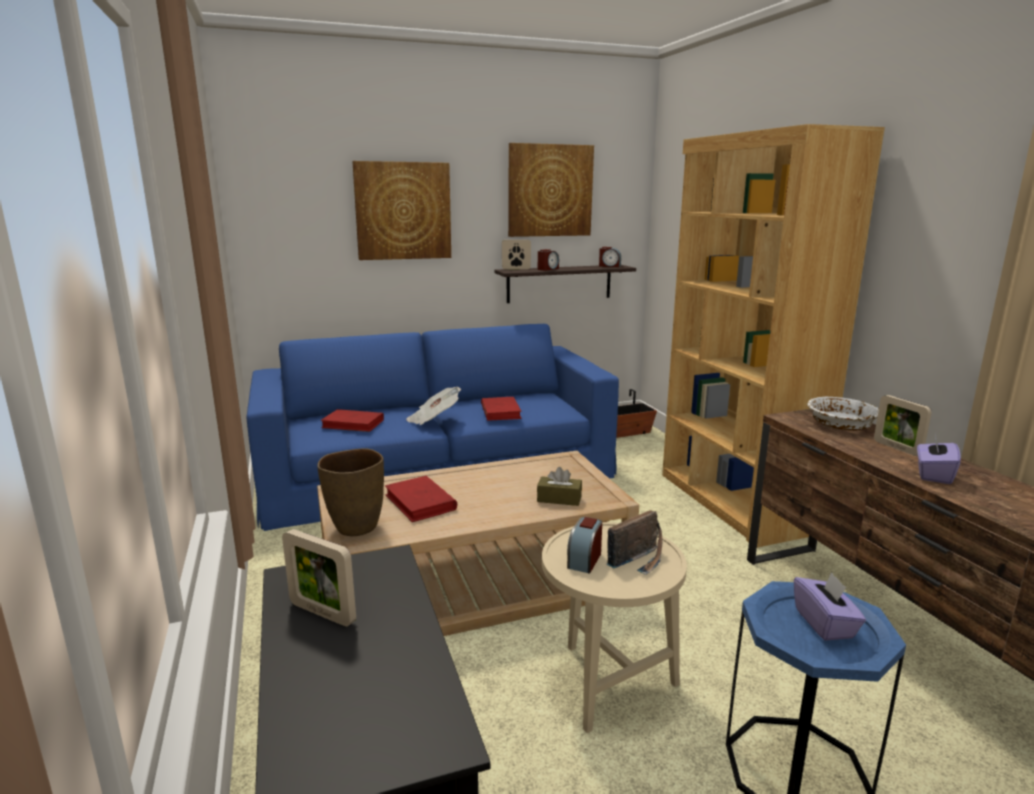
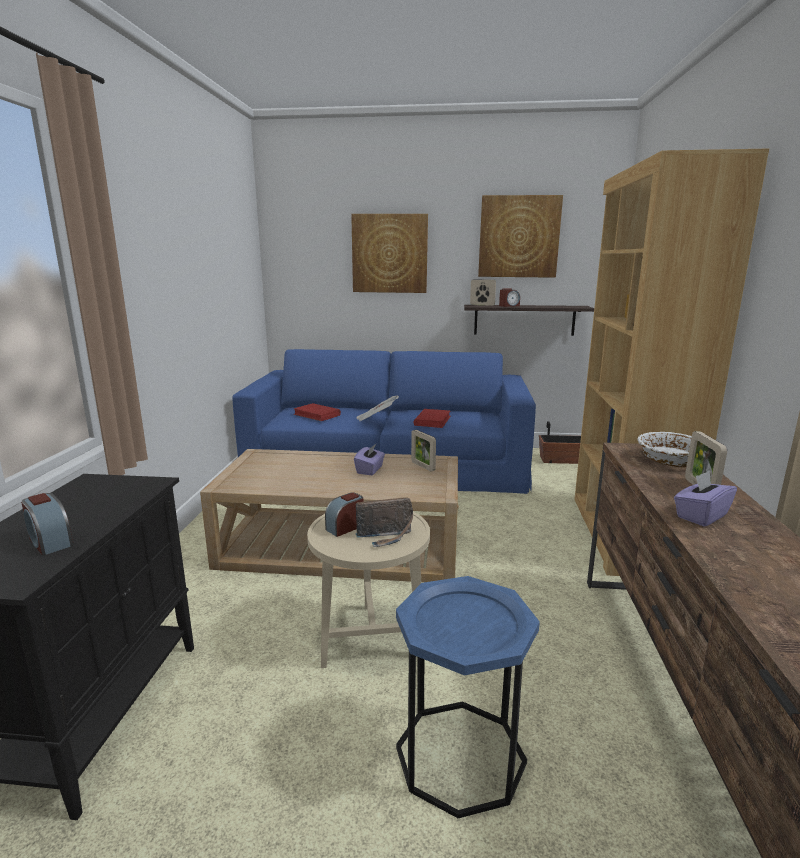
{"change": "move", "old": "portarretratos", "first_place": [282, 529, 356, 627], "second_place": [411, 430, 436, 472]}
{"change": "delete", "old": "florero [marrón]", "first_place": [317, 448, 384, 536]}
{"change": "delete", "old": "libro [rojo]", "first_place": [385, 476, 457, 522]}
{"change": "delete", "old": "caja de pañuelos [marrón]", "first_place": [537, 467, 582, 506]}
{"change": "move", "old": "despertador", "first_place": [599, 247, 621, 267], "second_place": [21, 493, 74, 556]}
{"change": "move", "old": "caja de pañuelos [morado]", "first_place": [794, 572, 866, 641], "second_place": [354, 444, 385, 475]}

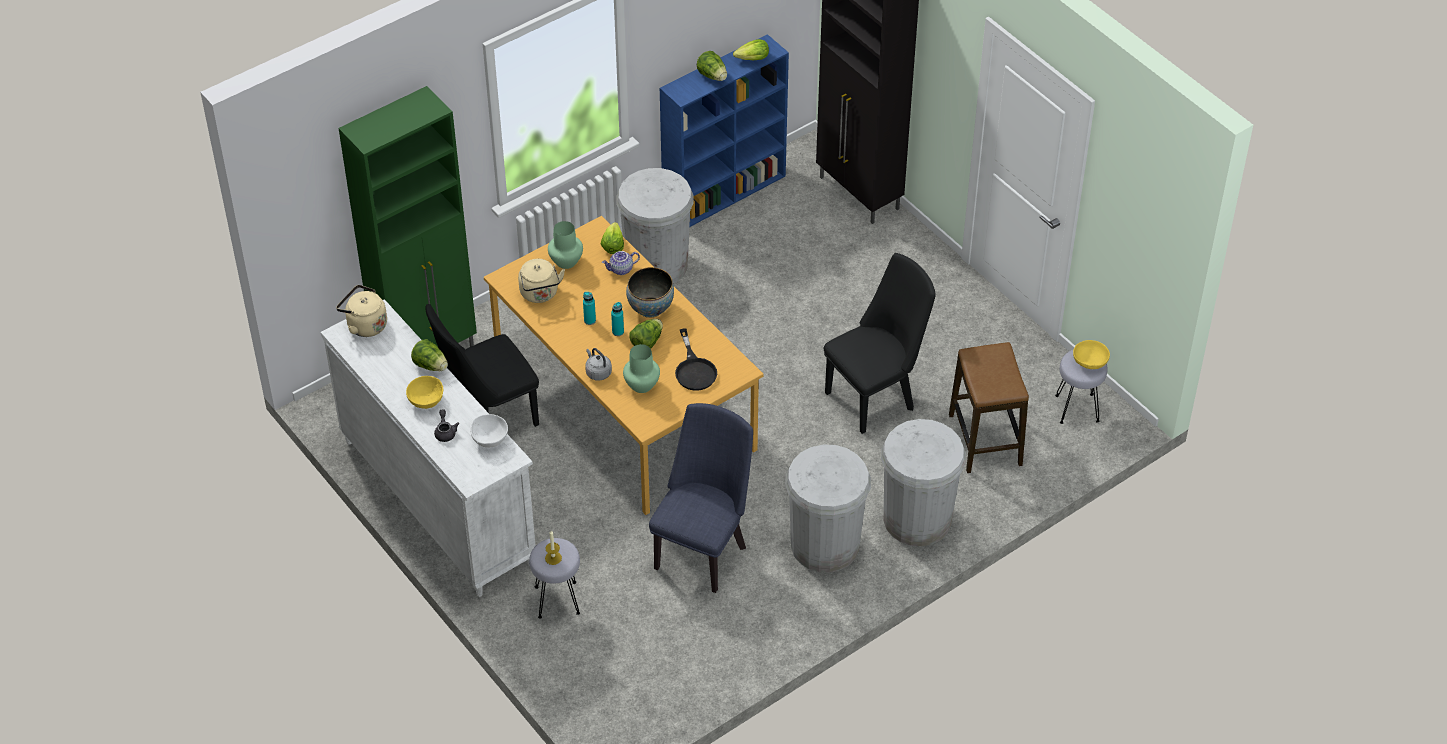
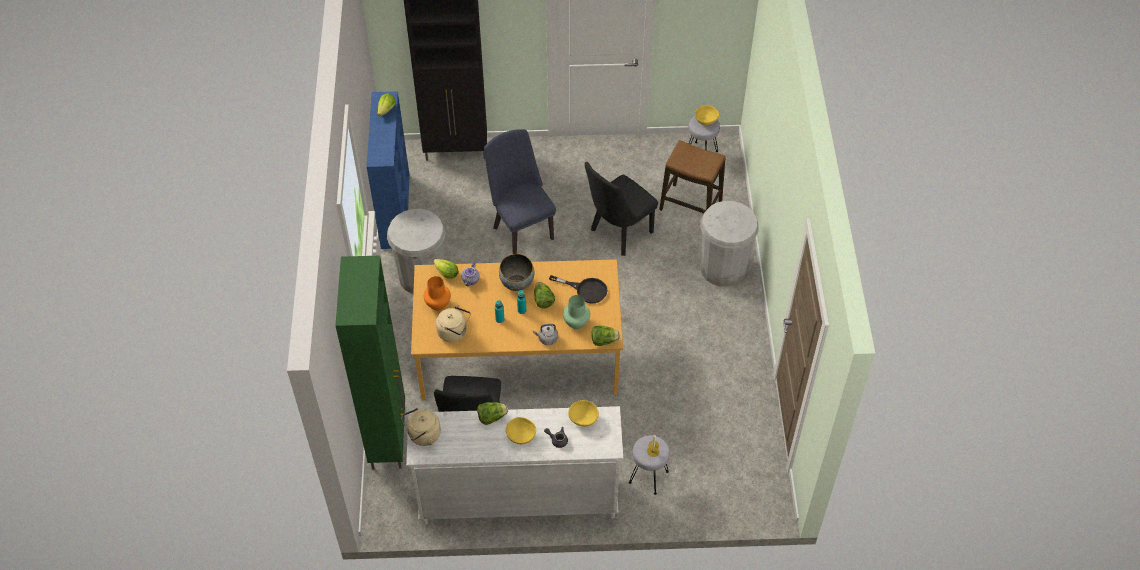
{"change": "recolor", "old": "cuenco [blanco]", "new": "cuenco [amarillo]", "first_place": [470, 414, 508, 448], "second_place": [568, 400, 599, 427]}
{"change": "recolor", "old": "florero [verde]", "new": "florero [naranja]", "first_place": [548, 221, 583, 269], "second_place": [424, 276, 451, 310]}
{"change": "move", "old": "silla [azul]", "first_place": [649, 403, 753, 593], "second_place": [484, 129, 556, 254]}
{"change": "move", "old": "lechuga", "first_place": [697, 51, 727, 81], "second_place": [592, 326, 620, 346]}
{"change": "delete", "old": "papelera [blanco]", "first_place": [785, 445, 871, 572]}
{"change": "rotate", "old": "silla [negro]", "first_place": [824, 253, 936, 434], "second_place": [585, 162, 658, 256], "degrees": -135}

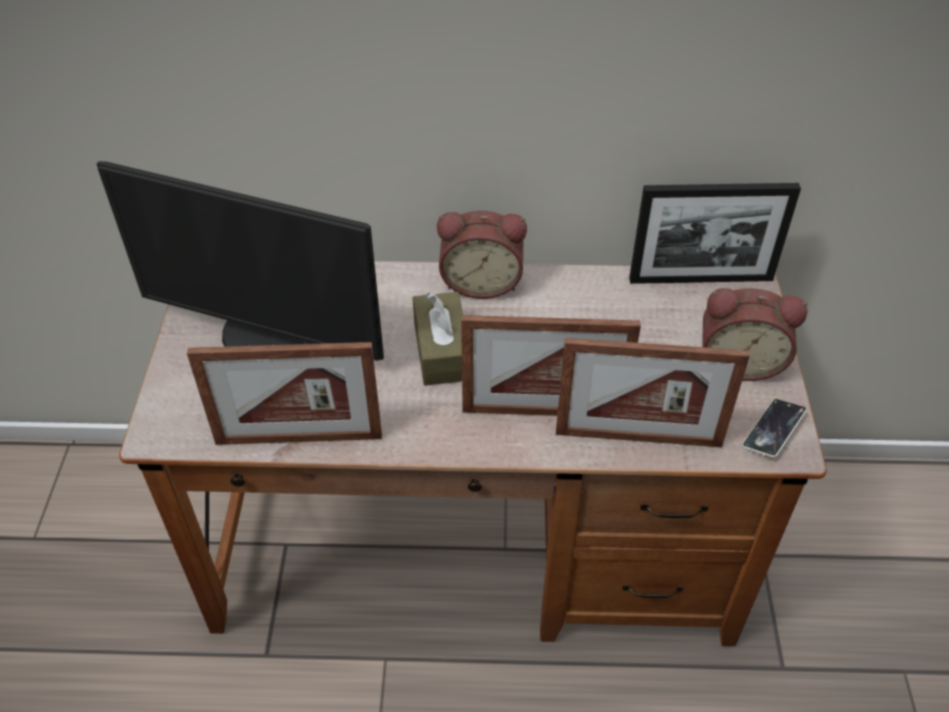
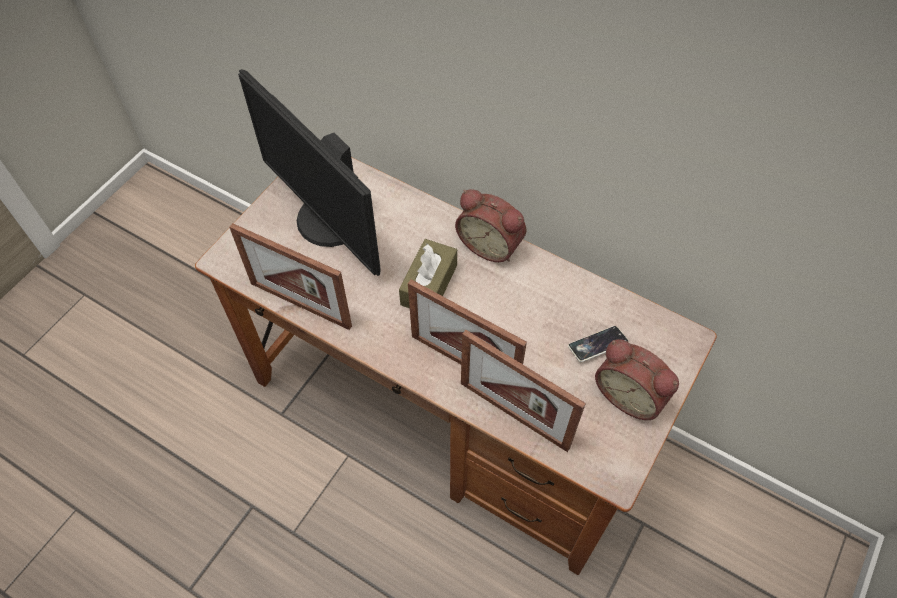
{"change": "delete", "old": "portarretratos", "first_place": [629, 183, 801, 284]}
{"change": "move", "old": "móvil", "first_place": [742, 399, 807, 458], "second_place": [568, 326, 629, 362]}

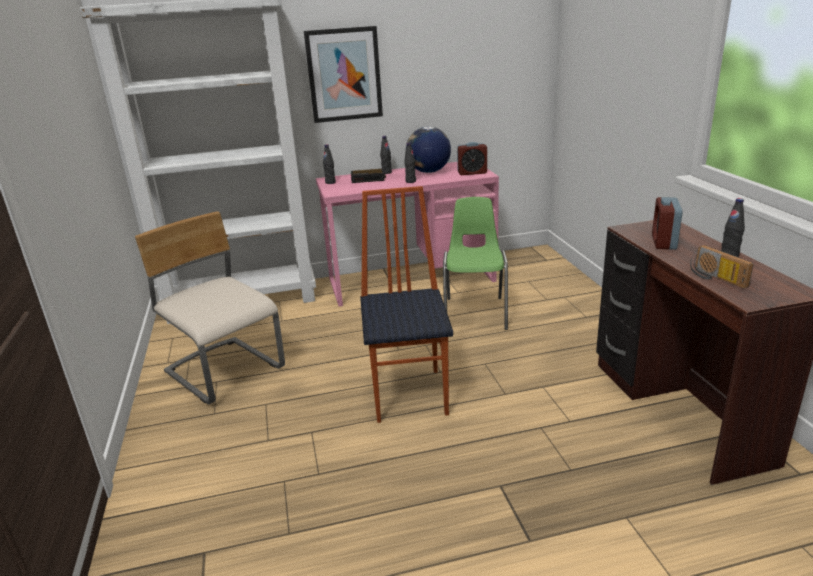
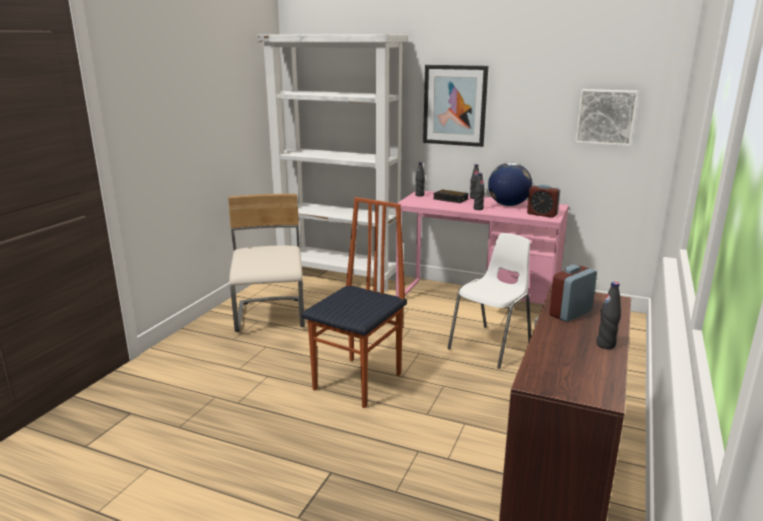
{"change": "recolor", "old": "silla [verde]", "new": "silla [blanco]", "first_place": [443, 197, 508, 330], "second_place": [448, 233, 531, 369]}
{"change": "delete", "old": "radio", "first_place": [690, 245, 754, 289]}
{"change": "insert", "new": "cuadro", "second_place": [575, 89, 639, 146]}

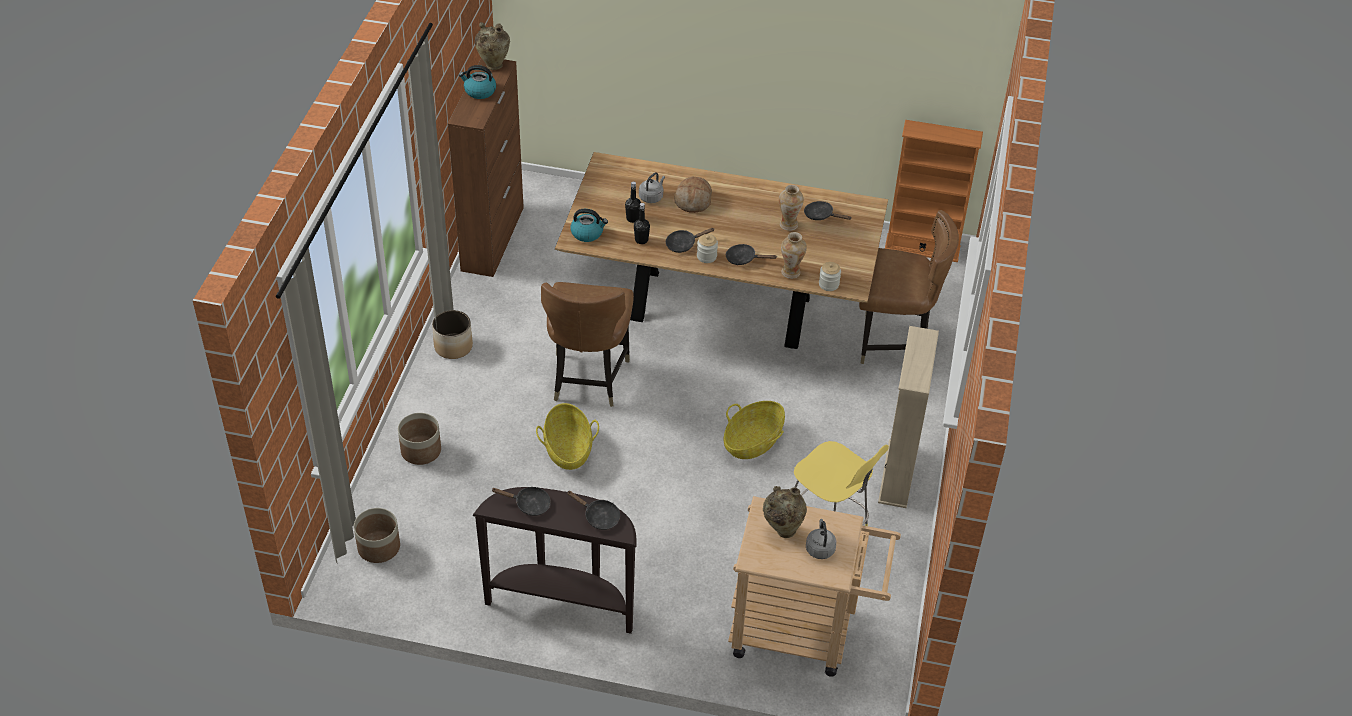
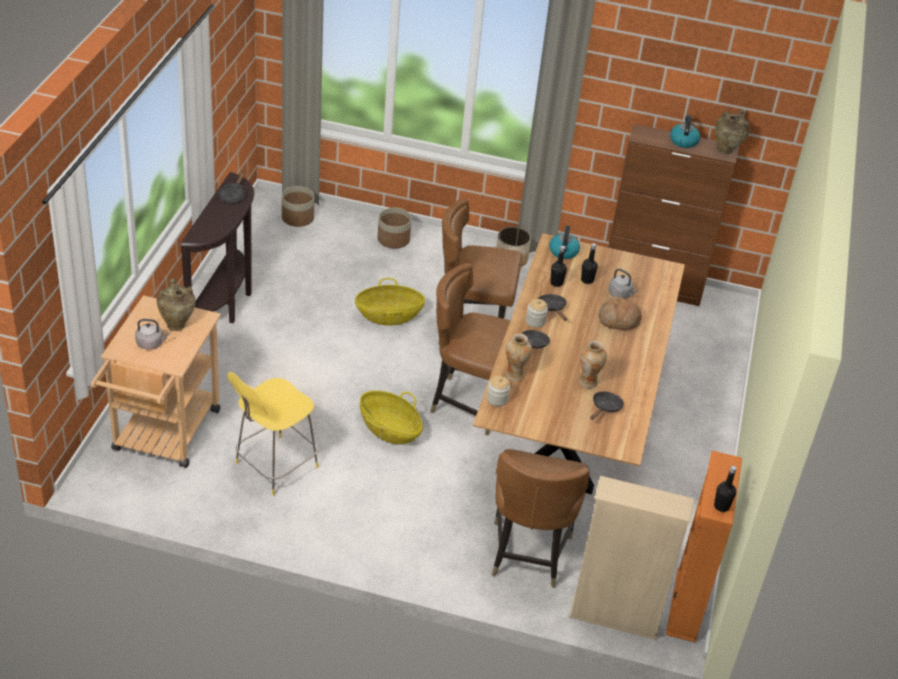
{"change": "delete", "old": "sartén [negro]", "first_place": [567, 491, 620, 530]}
{"change": "move", "old": "estantería [beis]", "first_place": [878, 326, 939, 508], "second_place": [569, 476, 694, 640]}
{"change": "insert", "new": "silla [marrón]", "second_place": [430, 263, 510, 435]}
{"change": "insert", "new": "botella [negro]", "second_place": [714, 466, 737, 512]}

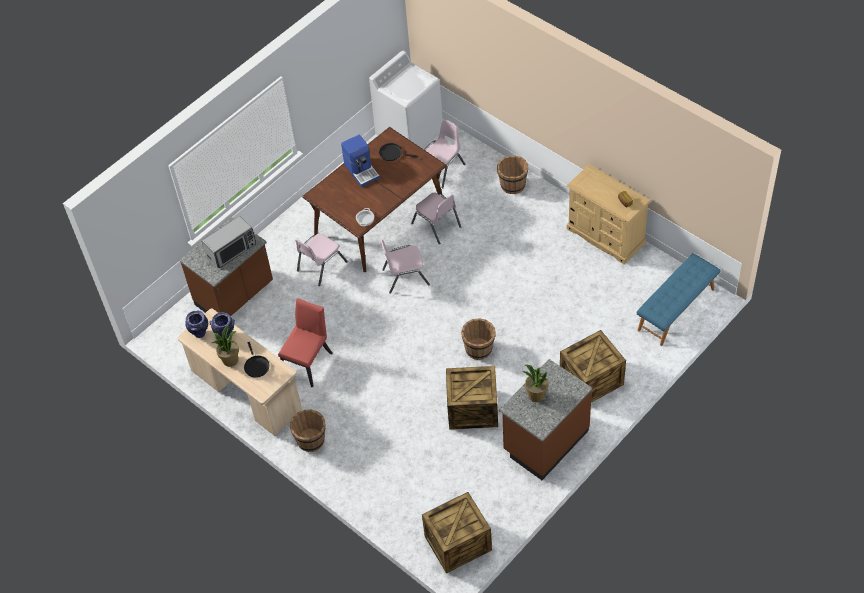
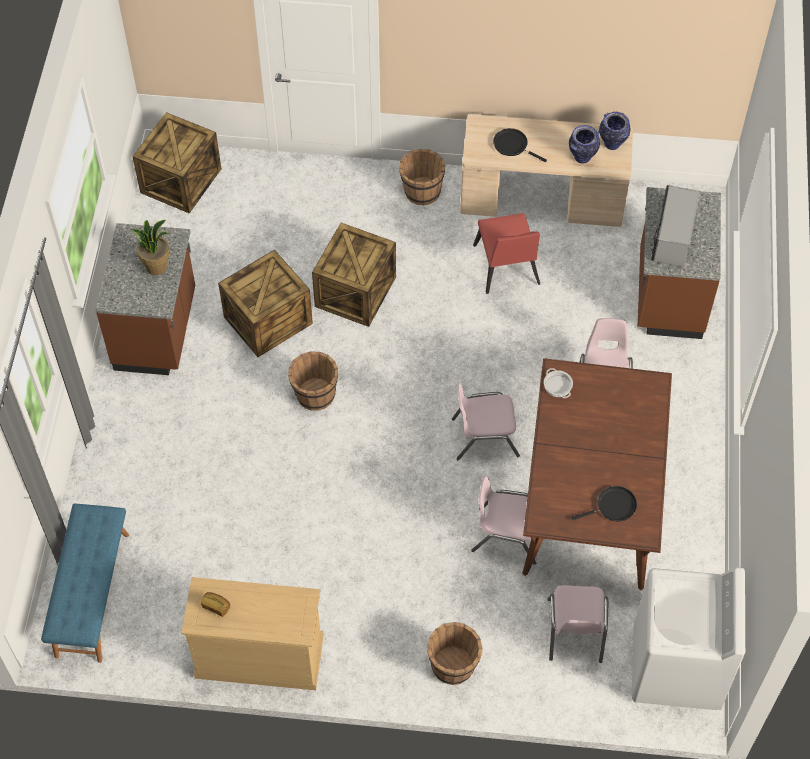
{"change": "delete", "old": "planta en maceta", "first_place": [212, 324, 239, 367]}
{"change": "delete", "old": "cafetera", "first_place": [341, 134, 380, 187]}
{"change": "rotate", "old": "silla [rosa]", "first_place": [380, 240, 430, 294], "second_place": [452, 383, 520, 460], "degrees": -135}
{"change": "move", "old": "caja de embalaje", "first_place": [560, 330, 626, 403], "second_place": [312, 223, 396, 327]}

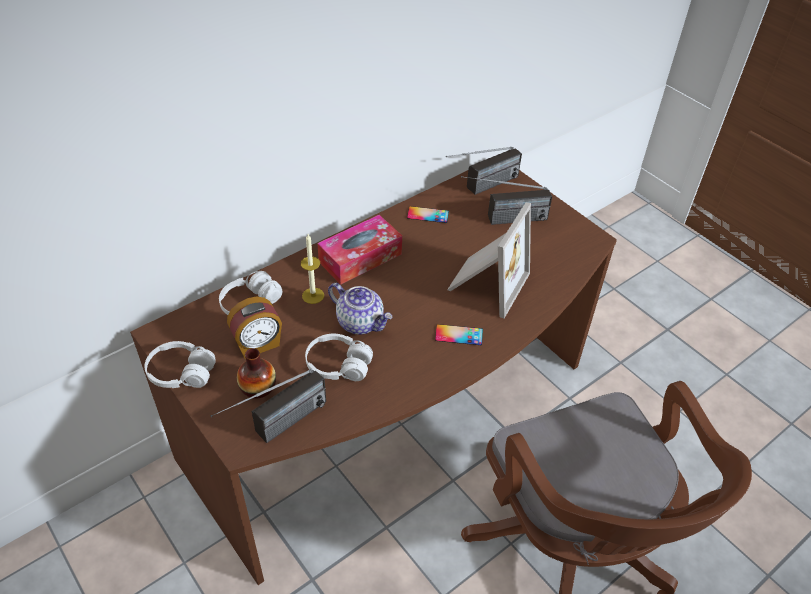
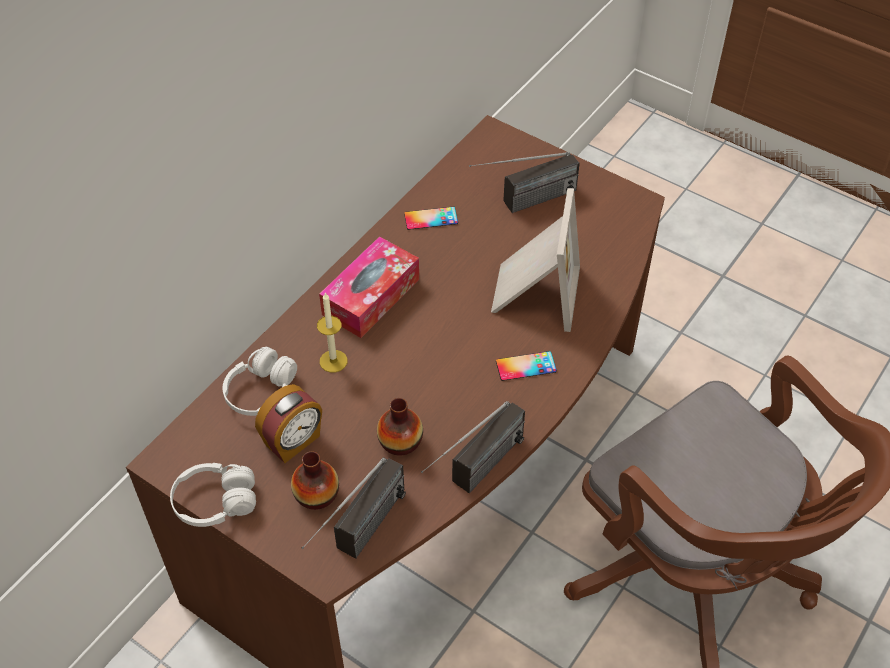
{"change": "replace", "old": "auriculares [blanco]", "new": "florero", "first_place": [305, 334, 373, 381], "second_place": [377, 398, 423, 456]}
{"change": "delete", "old": "tetera", "first_place": [328, 283, 393, 334]}
{"change": "move", "old": "radio", "first_place": [446, 147, 522, 195], "second_place": [421, 401, 525, 493]}

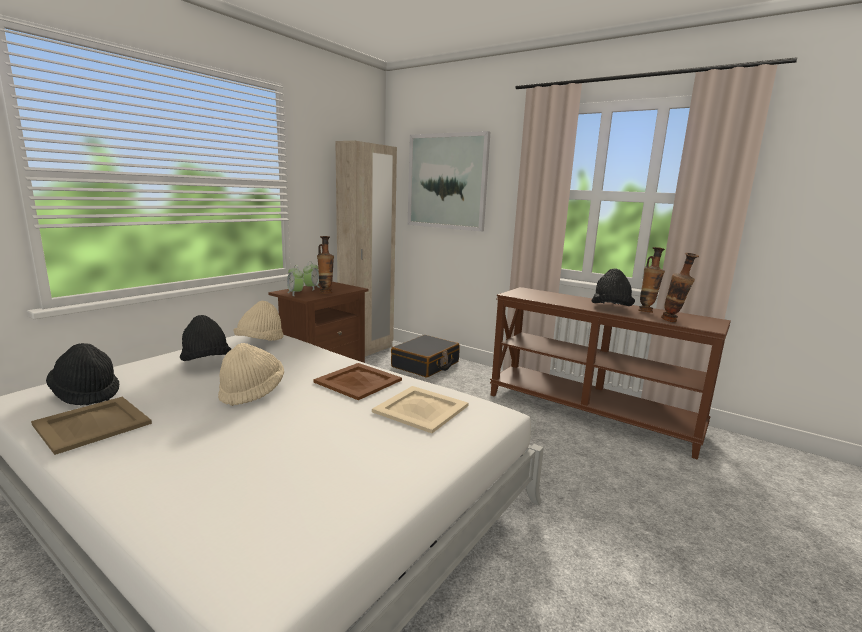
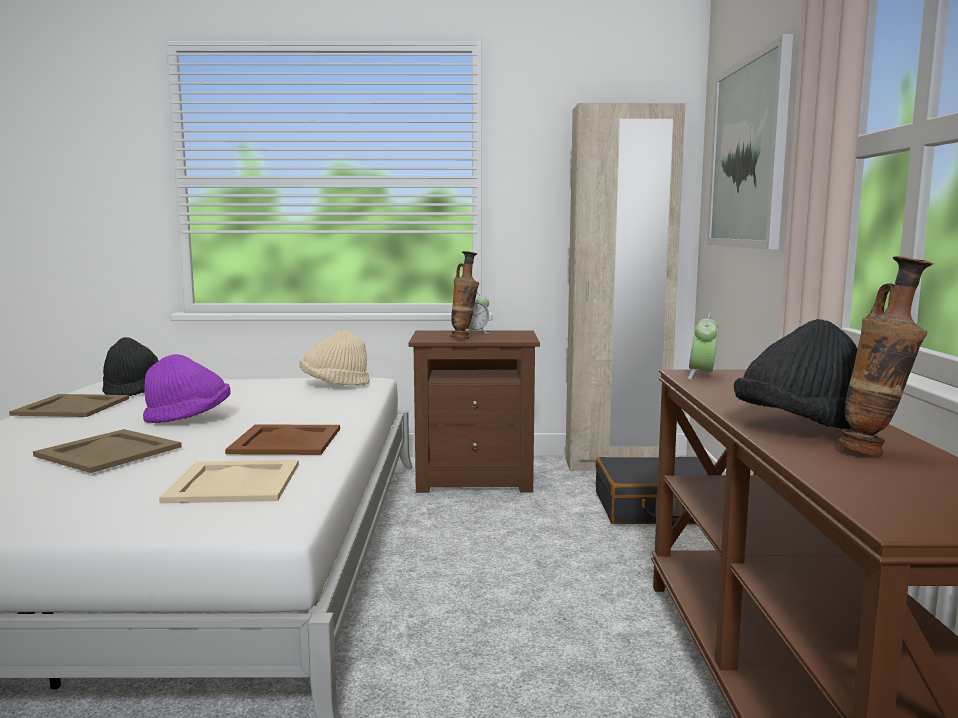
{"change": "delete", "old": "sombrero [negro]", "first_place": [180, 315, 232, 361]}
{"change": "recolor", "old": "sombrero [beis]", "new": "sombrero [morado]", "first_place": [218, 343, 284, 406], "second_place": [143, 354, 231, 423]}
{"change": "move", "old": "despertador", "first_place": [287, 265, 304, 296], "second_place": [688, 312, 719, 379]}
{"change": "delete", "old": "florero", "first_place": [661, 253, 699, 322]}
{"change": "insert", "new": "bandeja [beis]", "second_place": [33, 429, 182, 473]}

